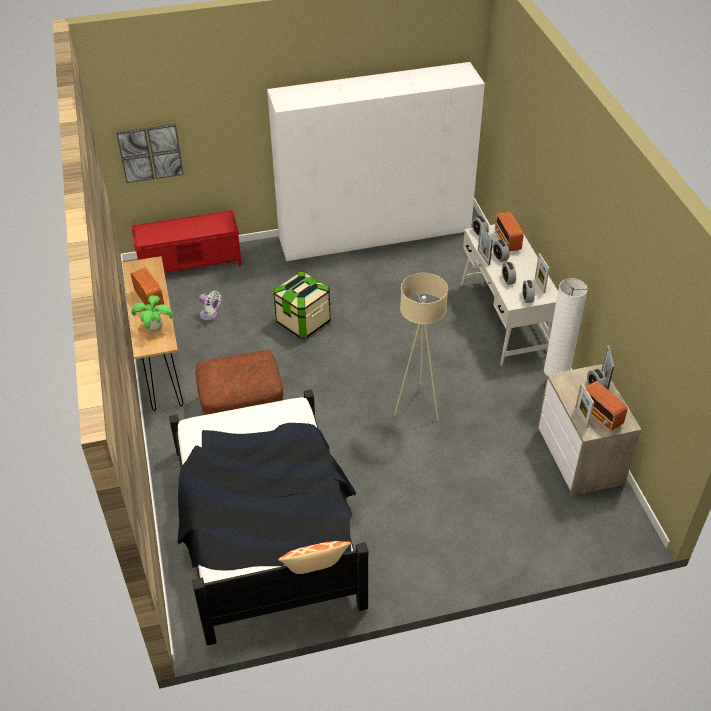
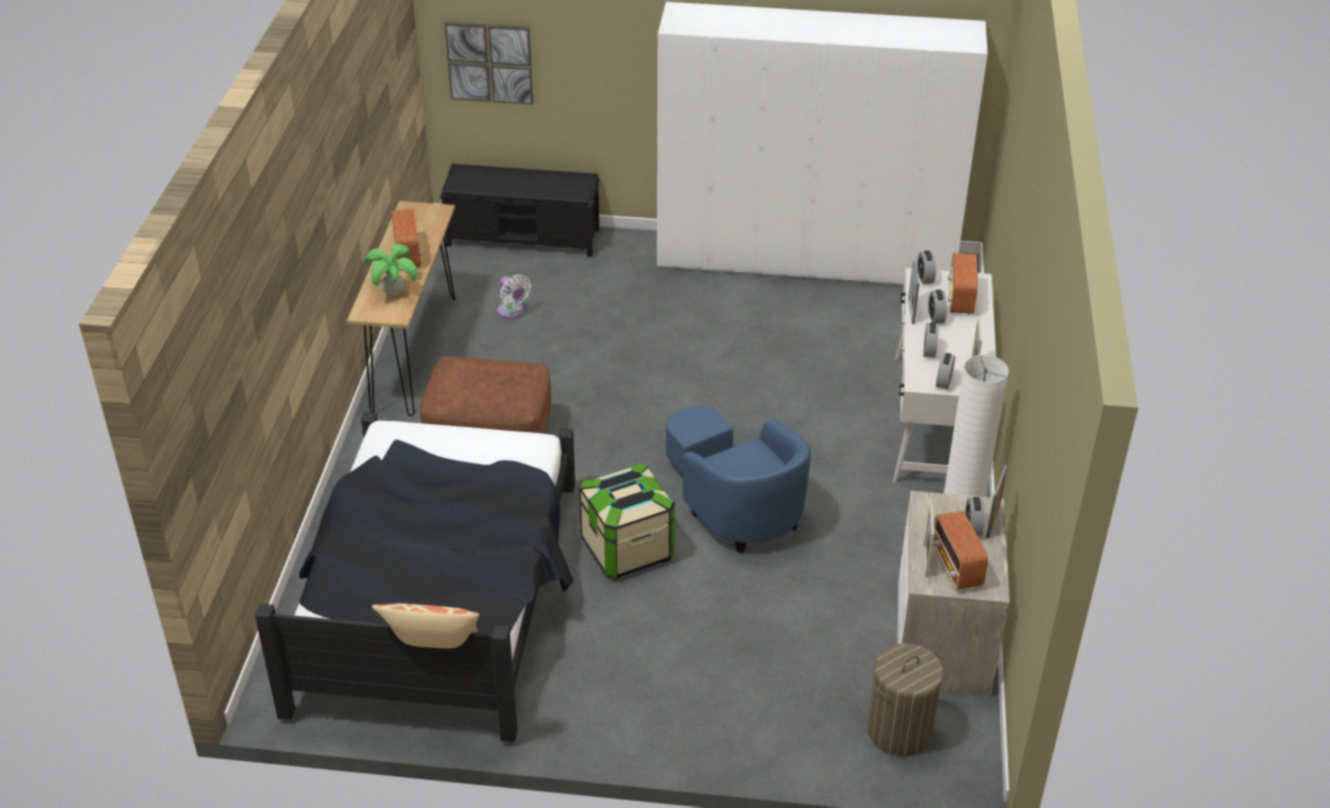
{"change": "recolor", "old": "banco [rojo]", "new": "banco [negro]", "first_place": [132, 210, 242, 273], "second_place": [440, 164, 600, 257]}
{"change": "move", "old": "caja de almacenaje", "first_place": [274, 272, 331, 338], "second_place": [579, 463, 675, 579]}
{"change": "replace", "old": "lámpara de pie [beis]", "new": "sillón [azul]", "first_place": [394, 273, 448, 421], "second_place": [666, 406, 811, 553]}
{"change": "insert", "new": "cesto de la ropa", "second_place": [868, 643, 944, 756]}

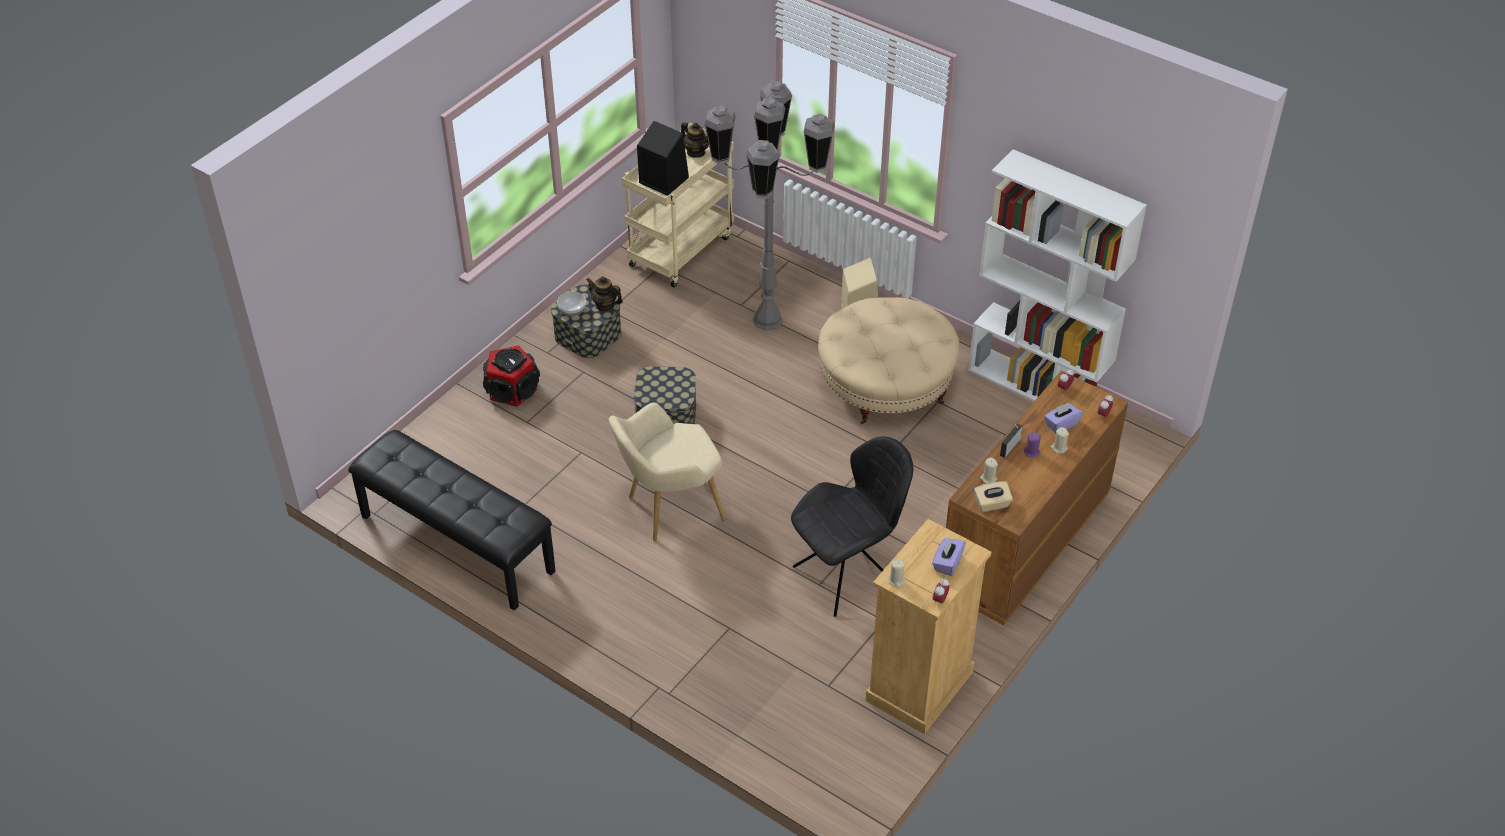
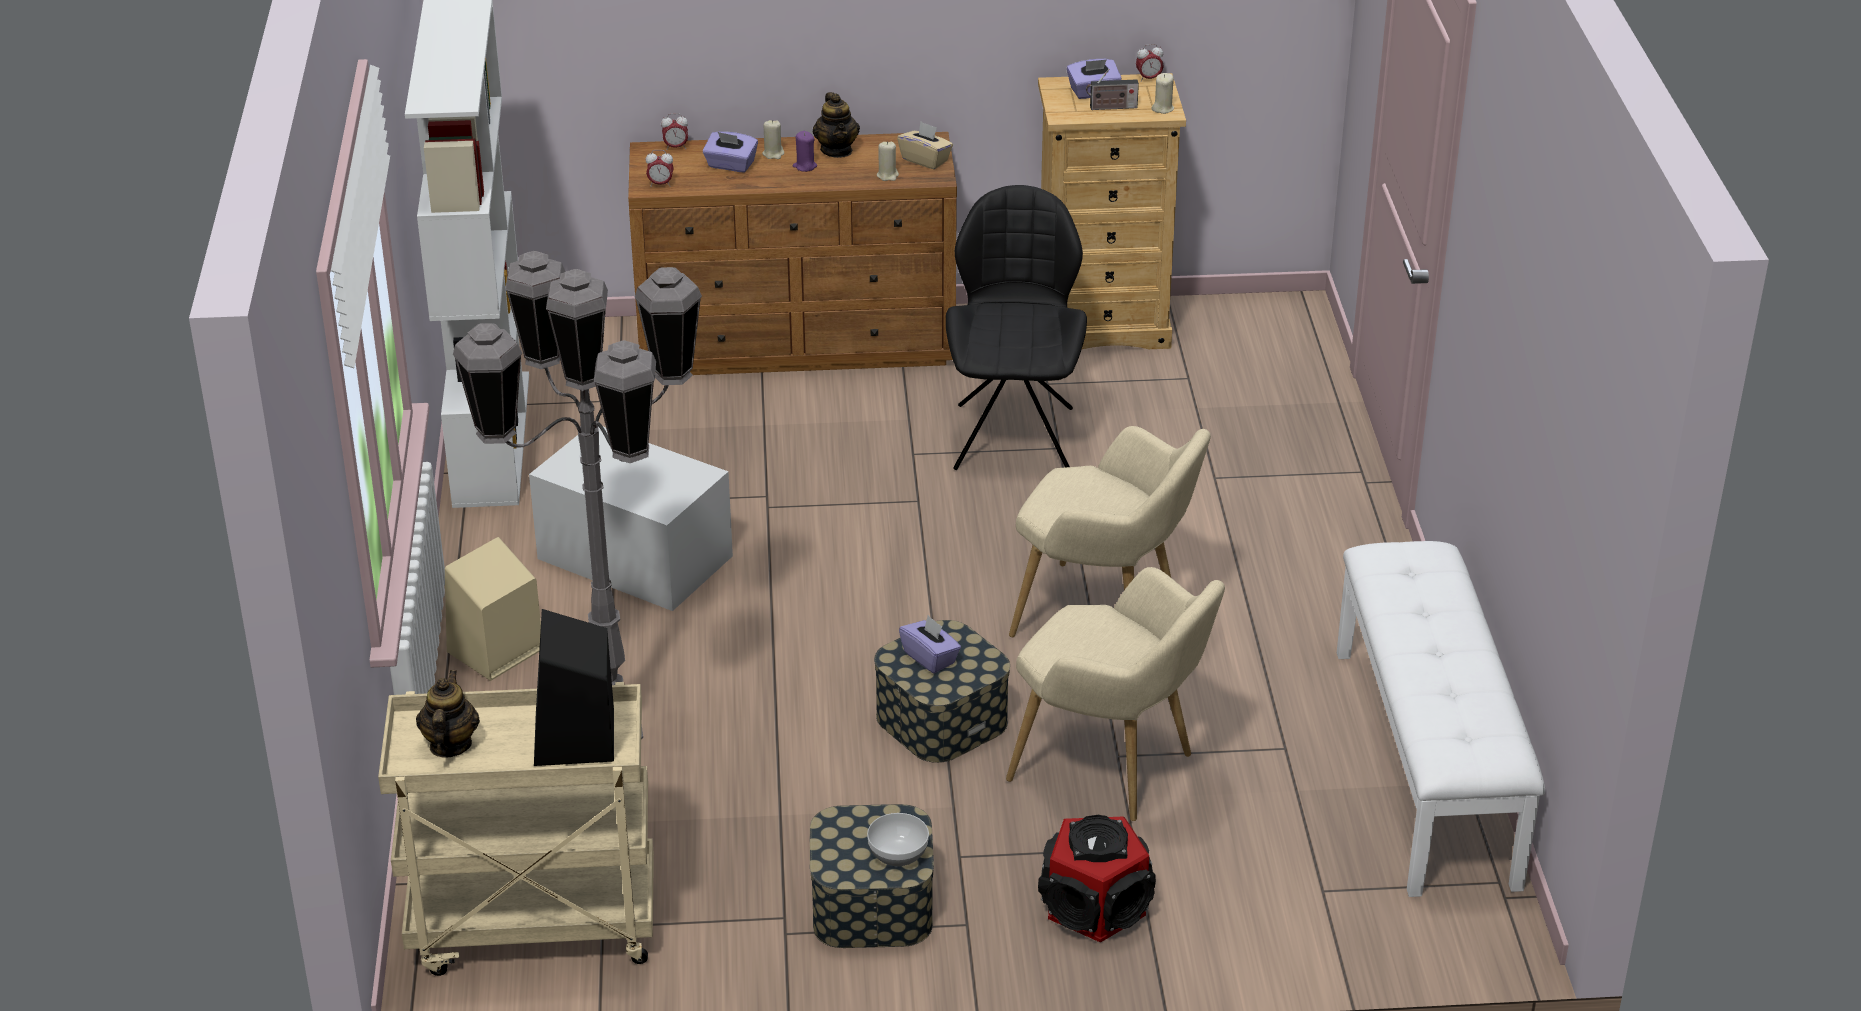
{"change": "recolor", "old": "banco [negro]", "new": "banco [blanco]", "first_place": [348, 430, 556, 611], "second_place": [1337, 541, 1545, 897]}
{"change": "move", "old": "tetera", "first_place": [586, 276, 623, 312], "second_place": [812, 92, 860, 158]}
{"change": "rotate", "old": "silla [negro]", "first_place": [791, 436, 913, 617], "second_place": [946, 185, 1087, 470], "degrees": 75}
{"change": "replace", "old": "puf [beis]", "new": "caja de almacenaje [blanco]", "first_place": [818, 297, 959, 424], "second_place": [529, 427, 733, 611]}
{"change": "move", "old": "radio", "first_place": [1000, 424, 1022, 458], "second_place": [1086, 69, 1139, 110]}
{"change": "insert", "new": "caja de pañuelos [morado]", "second_place": [899, 615, 961, 674]}
{"change": "insert", "new": "sillón [beis]", "second_place": [1006, 567, 1225, 821]}

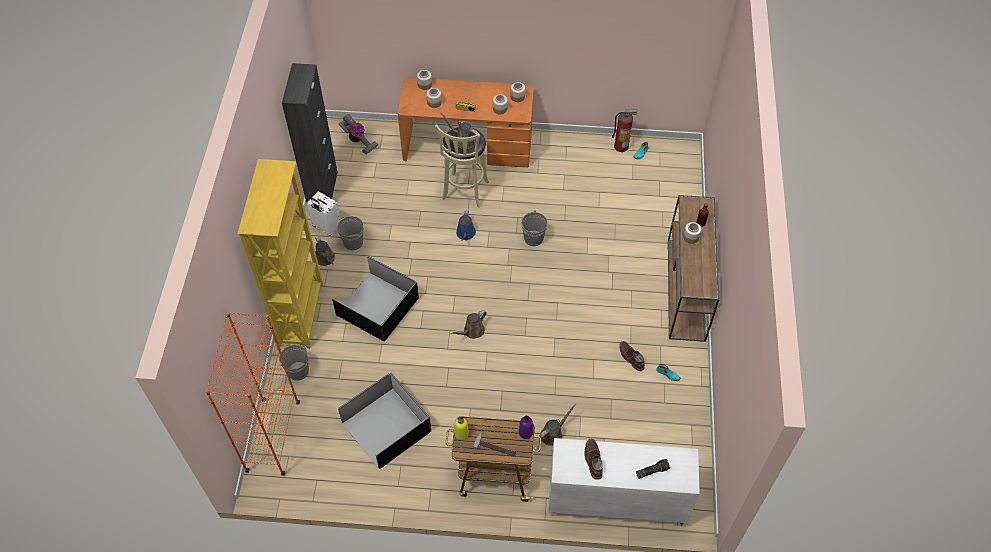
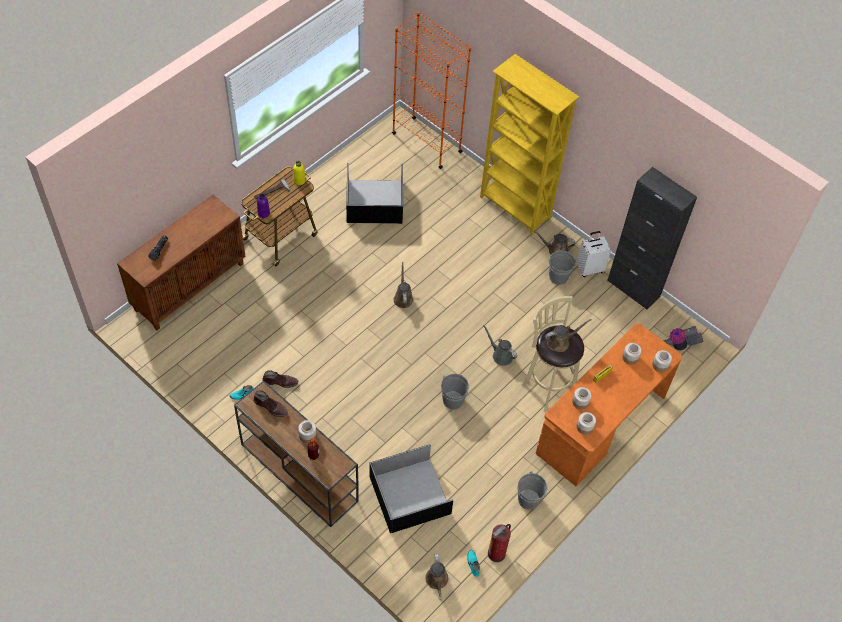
{"change": "move", "old": "cubo [gris]", "first_place": [279, 344, 309, 380], "second_place": [518, 471, 547, 510]}
{"change": "move", "old": "caja de almacenaje [negro]", "first_place": [332, 256, 419, 342], "second_place": [369, 444, 453, 533]}
{"change": "recolor", "old": "regadera [azul]", "new": "regadera [gris]", "first_place": [456, 210, 476, 241], "second_place": [483, 325, 517, 366]}
{"change": "move", "old": "regadera [marrón]", "first_place": [540, 404, 576, 446], "second_place": [425, 554, 448, 600]}
{"change": "recolor", "old": "armario [blanco]", "new": "armario [marrón]", "first_place": [548, 438, 700, 526], "second_place": [117, 195, 246, 330]}
{"change": "move", "old": "bota [marrón]", "first_place": [584, 438, 603, 480], "second_place": [253, 390, 288, 417]}

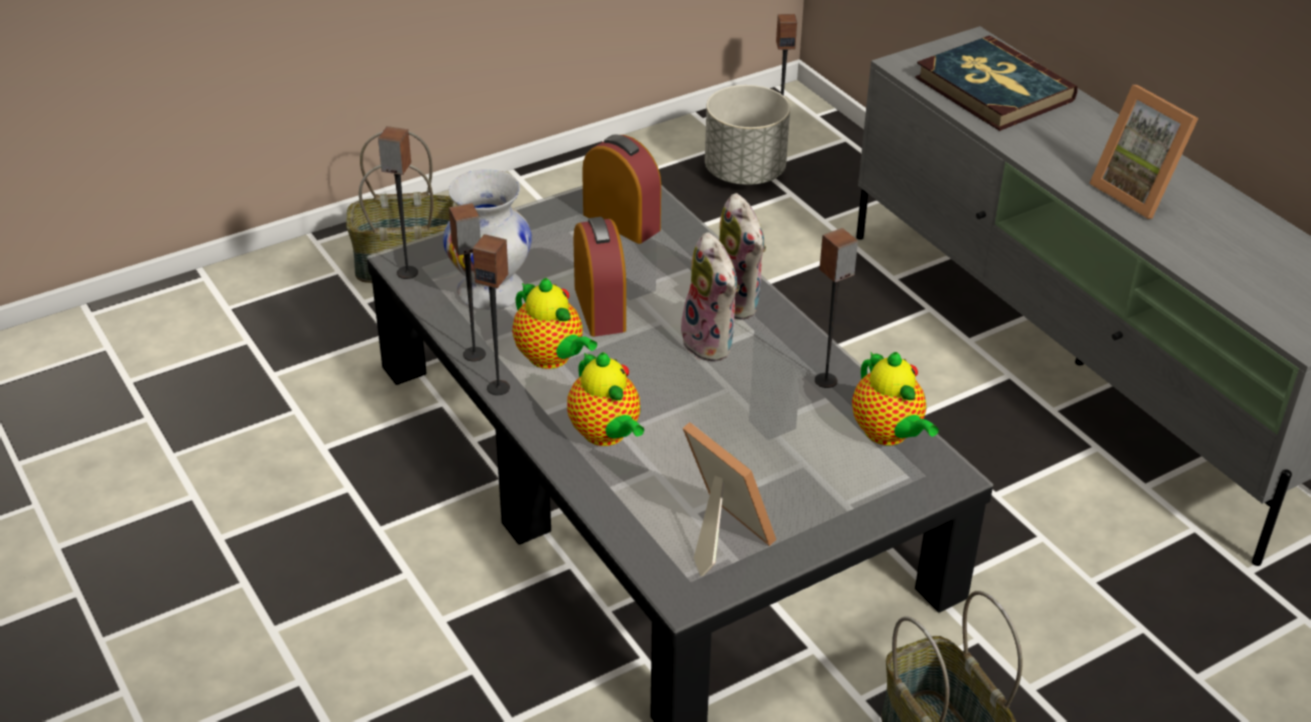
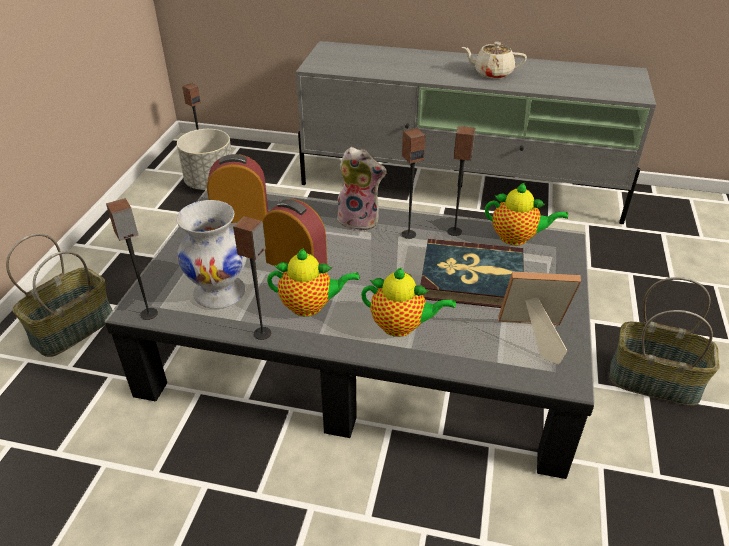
{"change": "move", "old": "altavoz", "first_place": [473, 234, 510, 395], "second_place": [402, 128, 426, 239]}
{"change": "delete", "old": "peluche", "first_place": [681, 232, 740, 361]}
{"change": "move", "old": "libro", "first_place": [915, 36, 1078, 131], "second_place": [420, 239, 524, 308]}
{"change": "replace", "old": "portarretratos", "new": "tetera [beis]", "first_place": [1089, 85, 1198, 219], "second_place": [461, 42, 527, 79]}

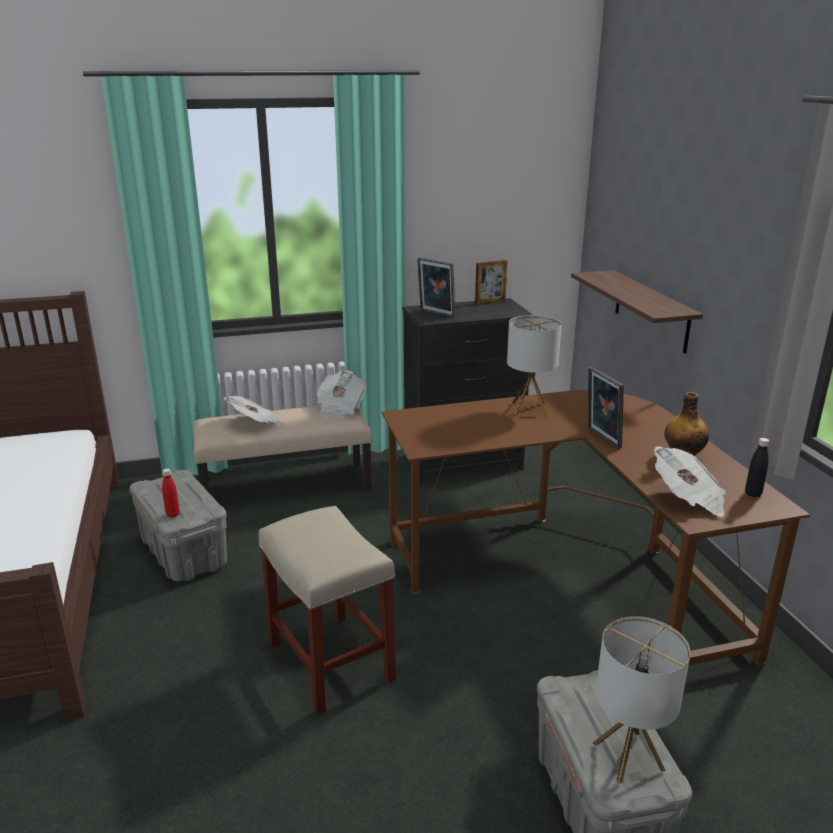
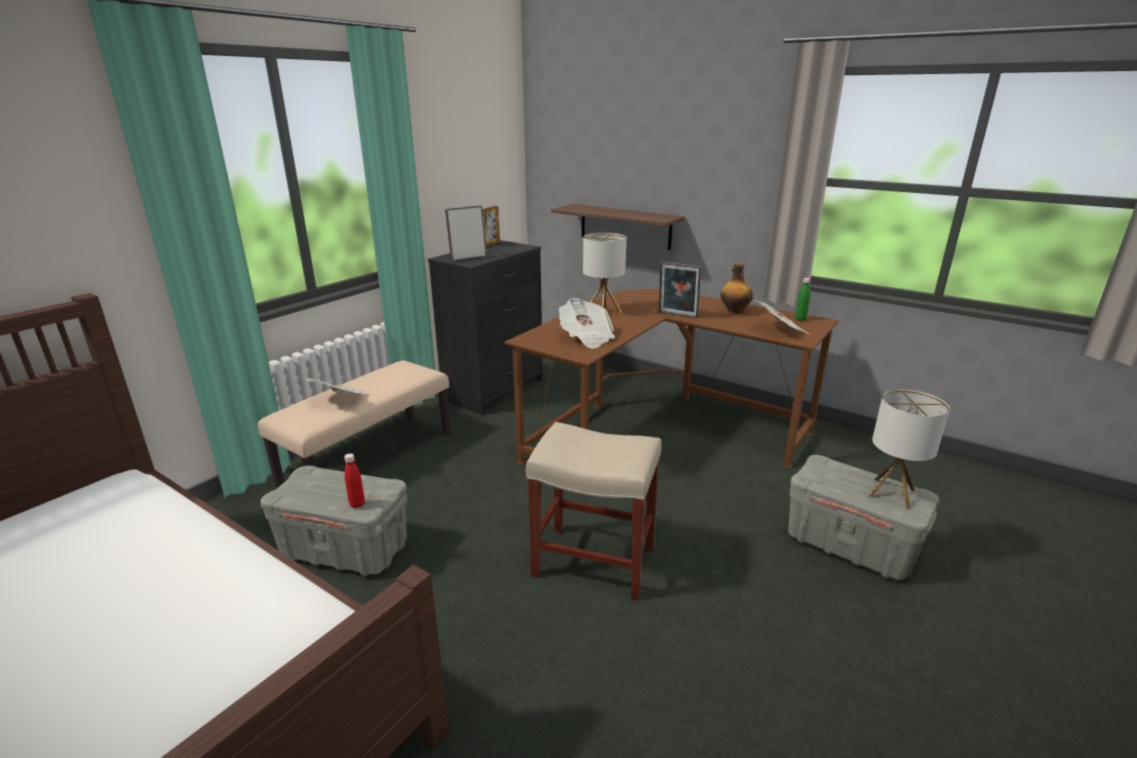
{"change": "move", "old": "periódico", "first_place": [316, 370, 366, 418], "second_place": [559, 298, 615, 349]}
{"change": "rotate", "old": "portarretratos", "first_place": [417, 257, 455, 318], "second_place": [445, 206, 487, 261], "degrees": 150}
{"change": "recolor", "old": "botella [negro]", "new": "botella [verde]", "first_place": [745, 438, 770, 497], "second_place": [795, 278, 811, 321]}

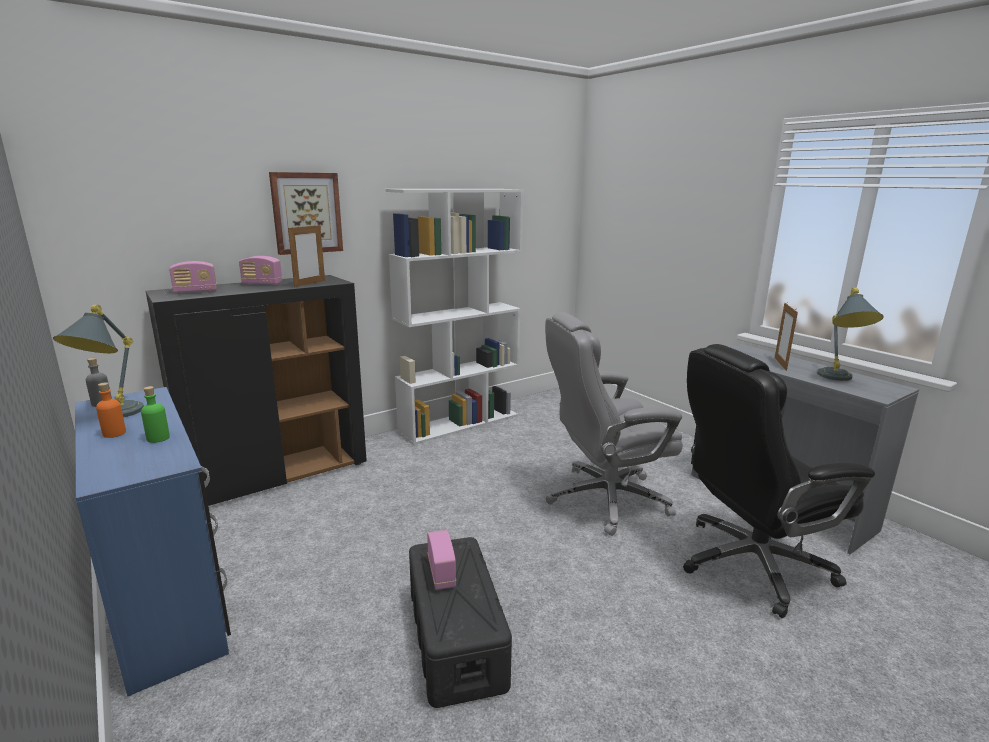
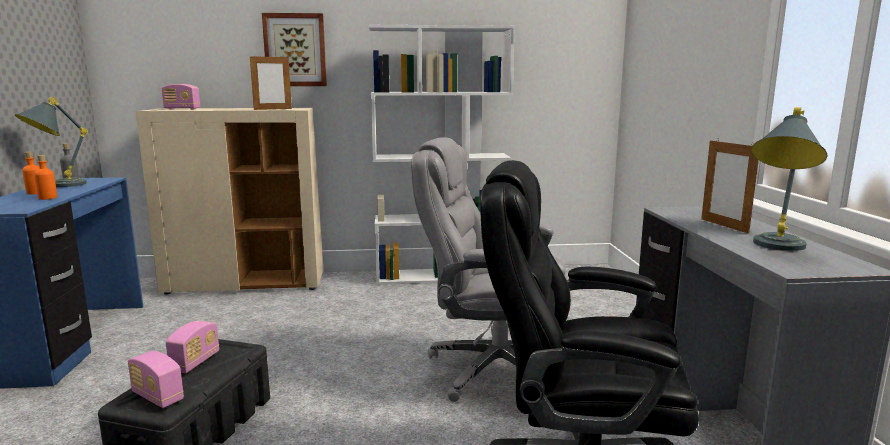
{"change": "recolor", "old": "botella [verde]", "new": "botella [naranja]", "first_place": [141, 386, 170, 443], "second_place": [34, 155, 57, 200]}
{"change": "recolor", "old": "armario [negro]", "new": "armario [beis]", "first_place": [146, 275, 367, 506], "second_place": [136, 108, 324, 295]}
{"change": "move", "old": "radio", "first_place": [239, 256, 282, 285], "second_place": [128, 351, 184, 408]}
{"change": "rotate", "old": "portarretratos", "first_place": [775, 302, 798, 371], "second_place": [701, 138, 759, 234], "degrees": -60}

